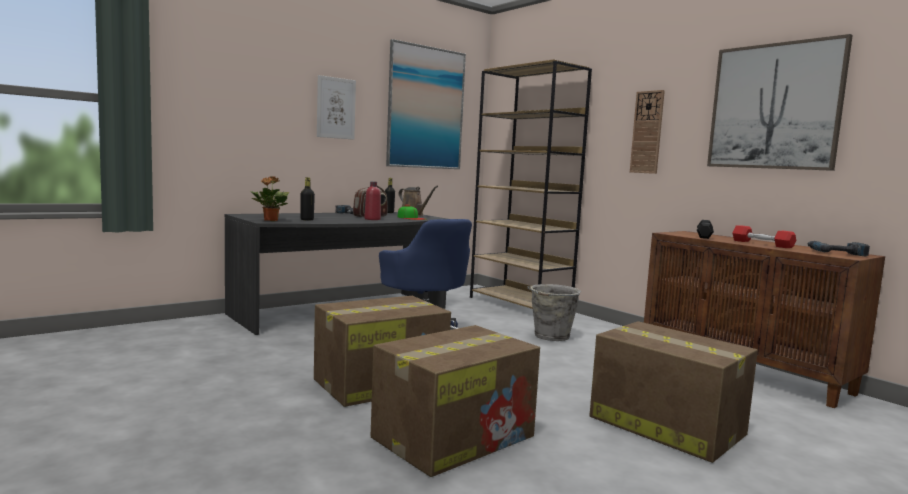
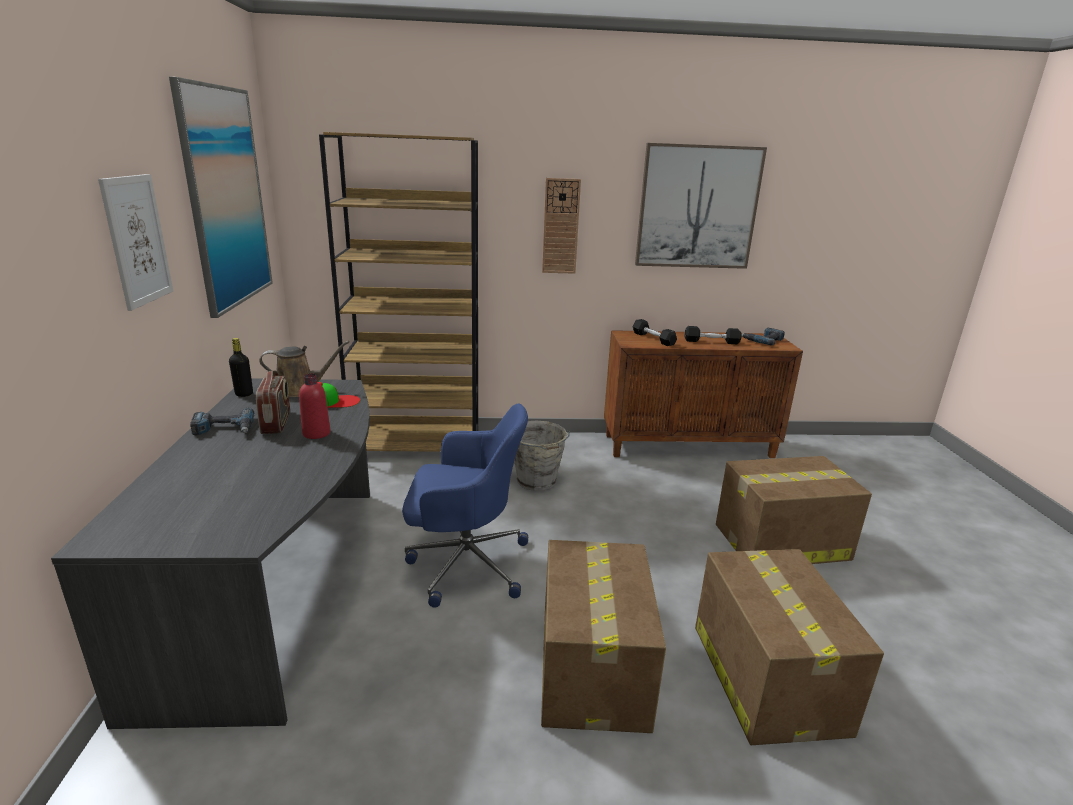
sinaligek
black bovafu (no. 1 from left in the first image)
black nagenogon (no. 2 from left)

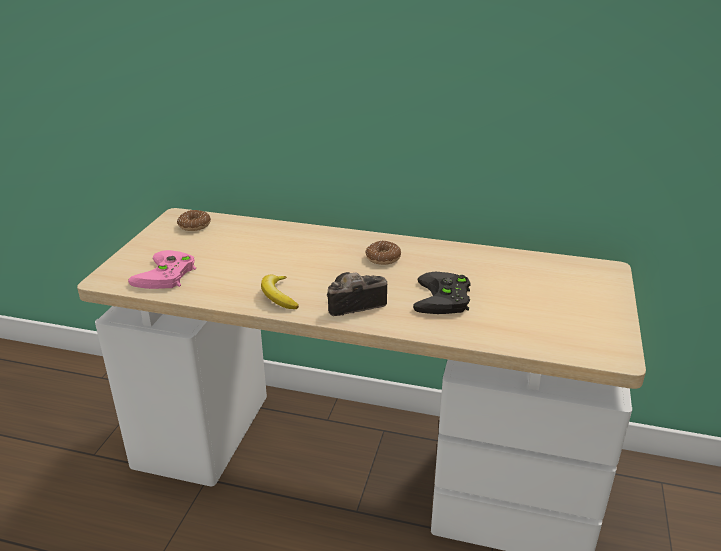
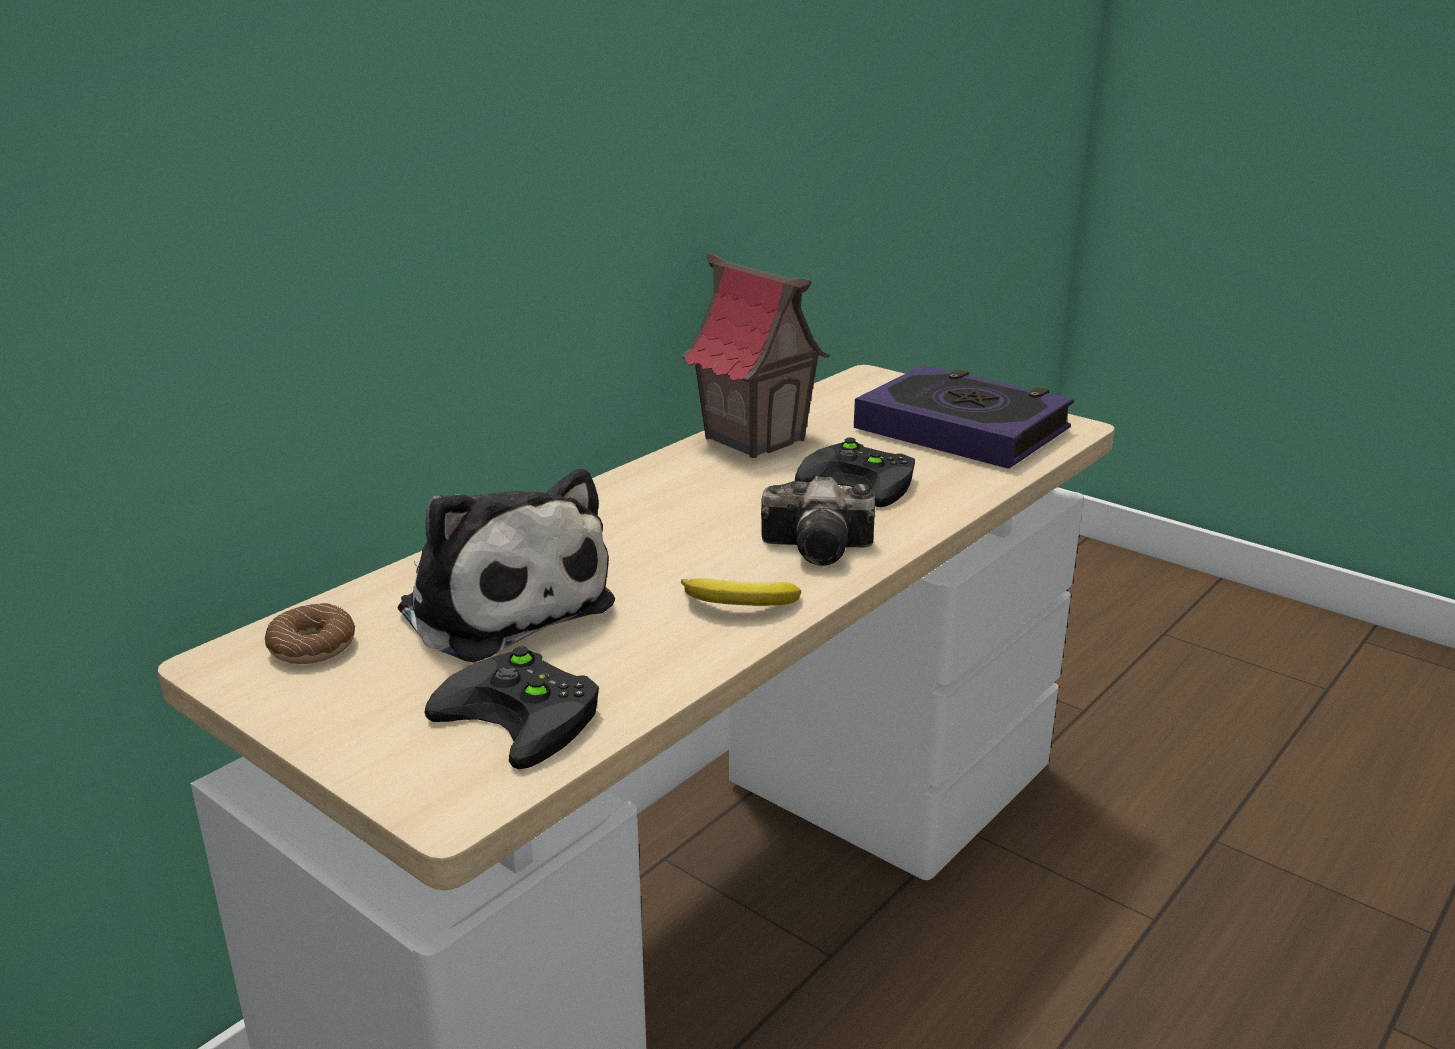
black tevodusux (no. 1 from left)
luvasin
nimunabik (no. 2 from left in the first image)
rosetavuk
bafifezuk
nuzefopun

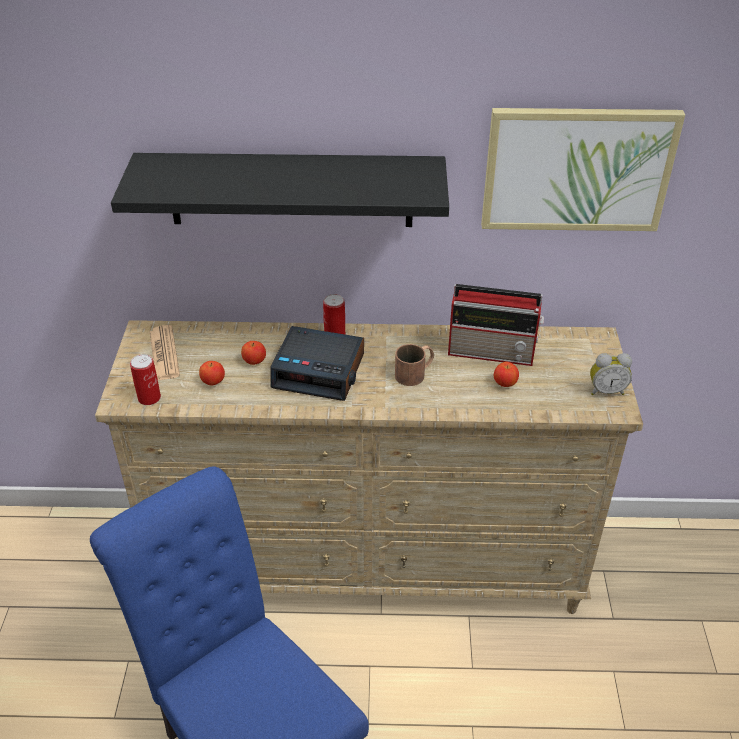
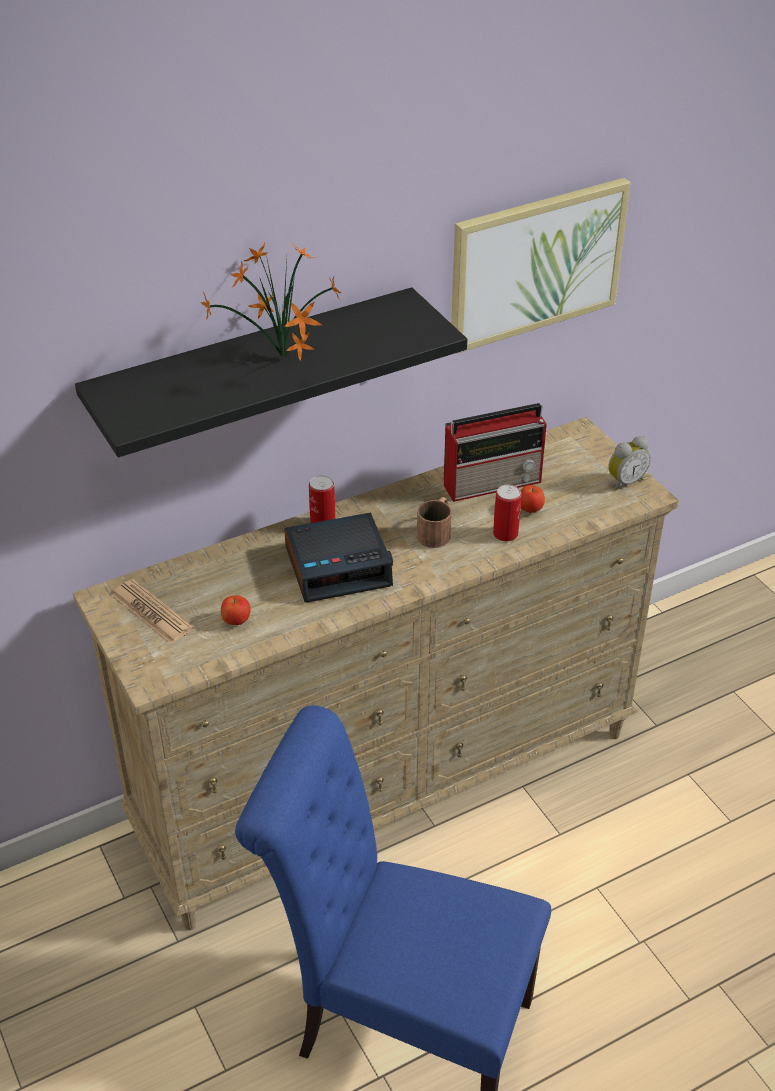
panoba (no. 2 from left)
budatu (no. 2 from left in the first image)
sinaligek

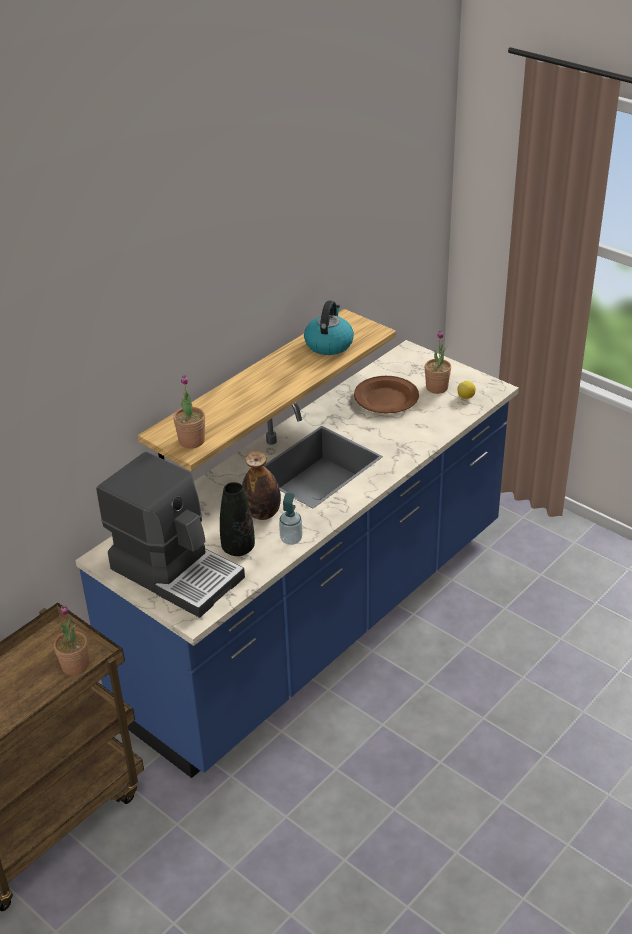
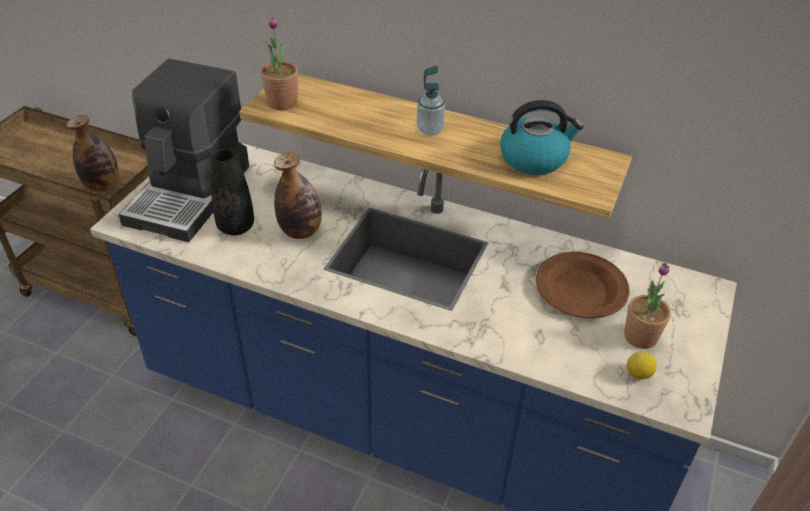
bovafu (no. 1 from left)
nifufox

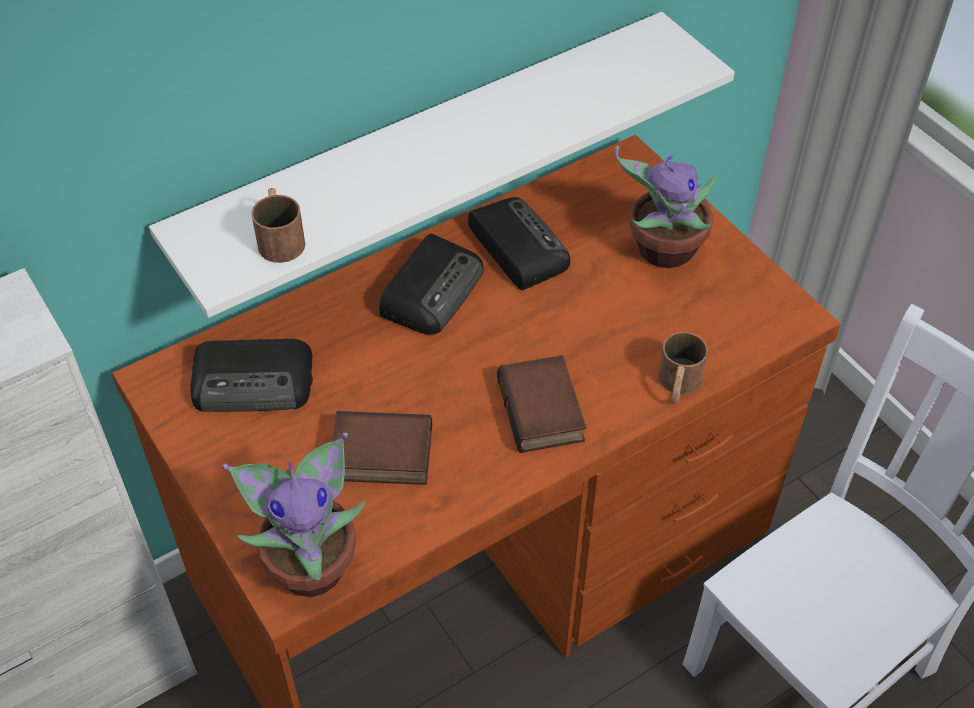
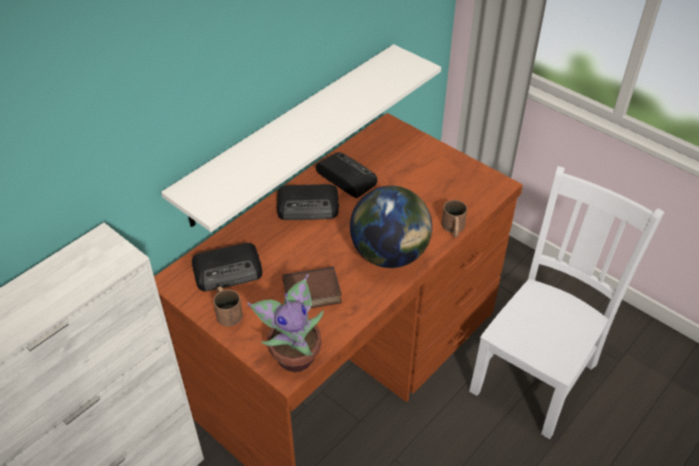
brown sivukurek (no. 1 from left)
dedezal (no. 2 from left)
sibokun
sinaligek (no. 2 from left in the first image)

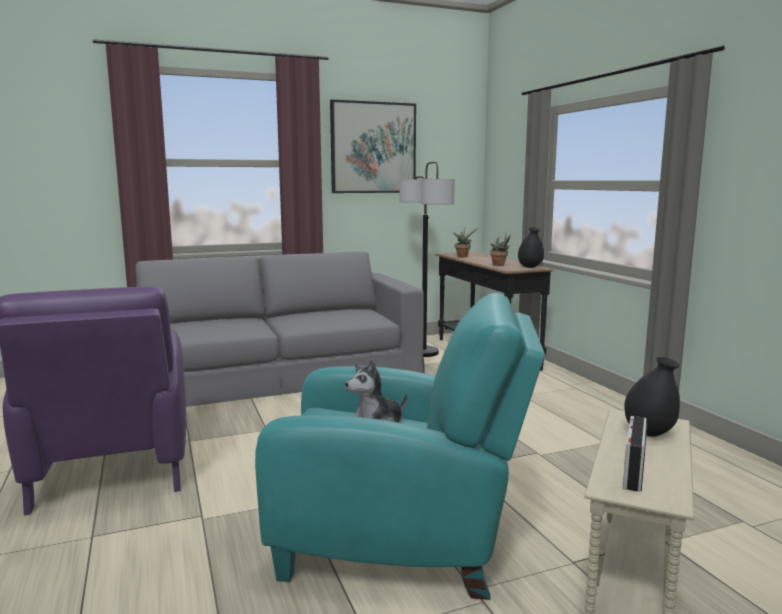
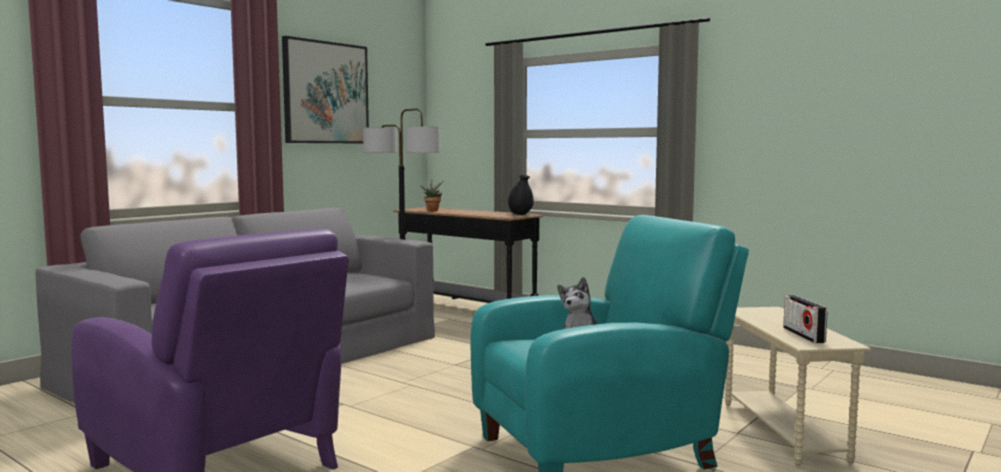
sinaligek (no. 2 from left in the first image)
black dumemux (no. 2 from left in the first image)

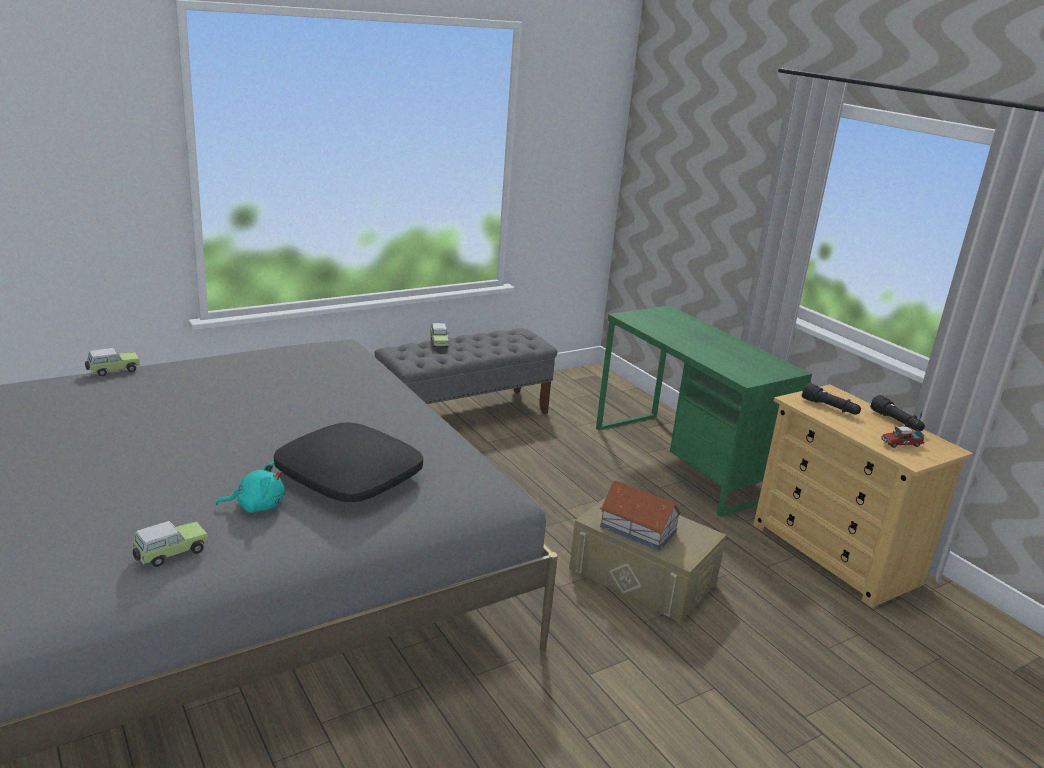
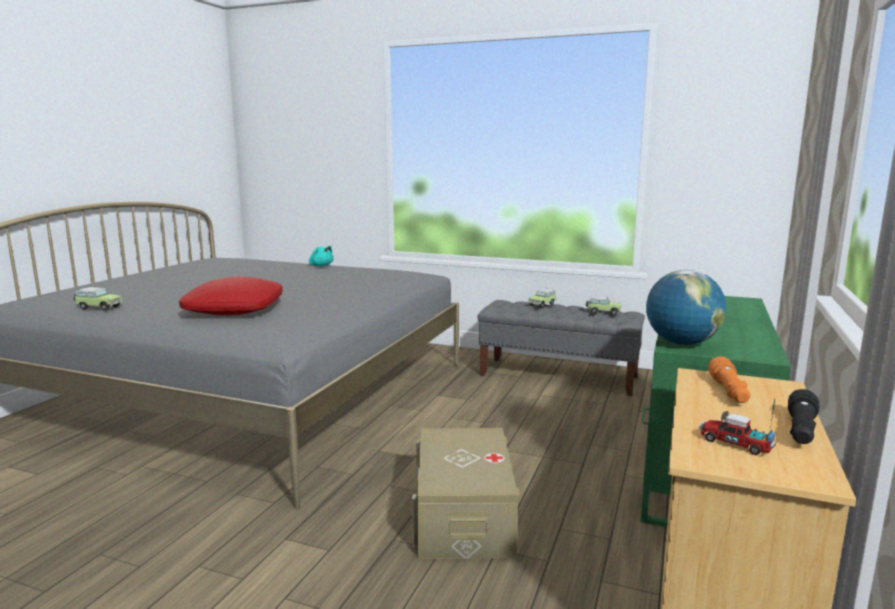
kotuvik (no. 3 from left)
turquoise rosetavuk
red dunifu
bafifezuk
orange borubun
sibokun

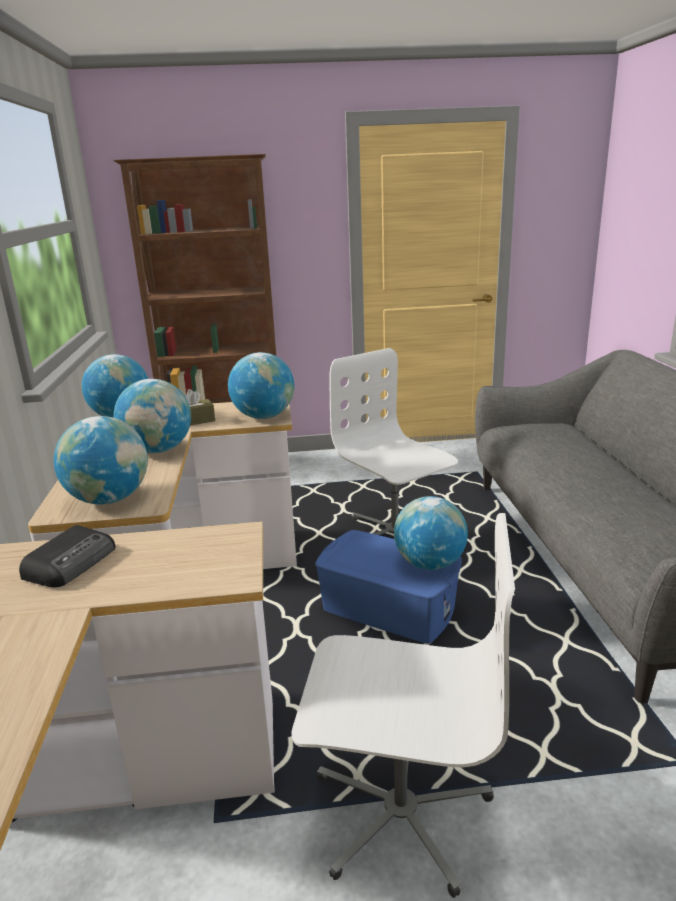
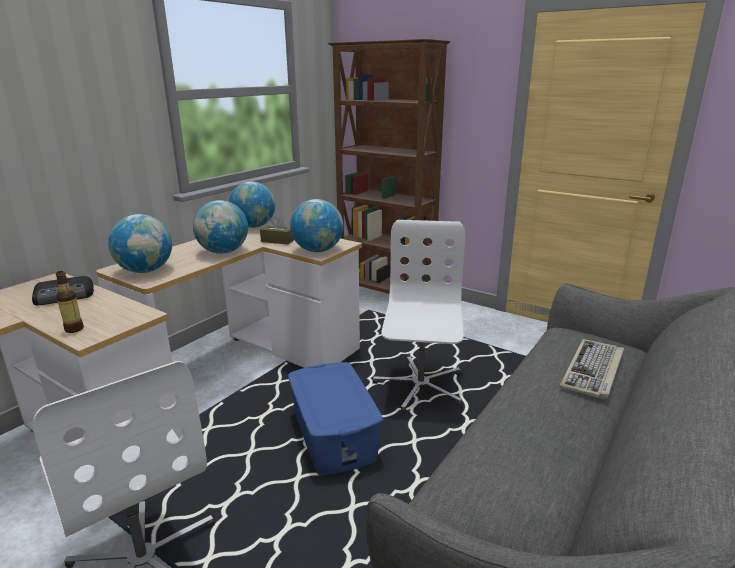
sibokun (no. 5 from left in the first image)
bovafu
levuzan

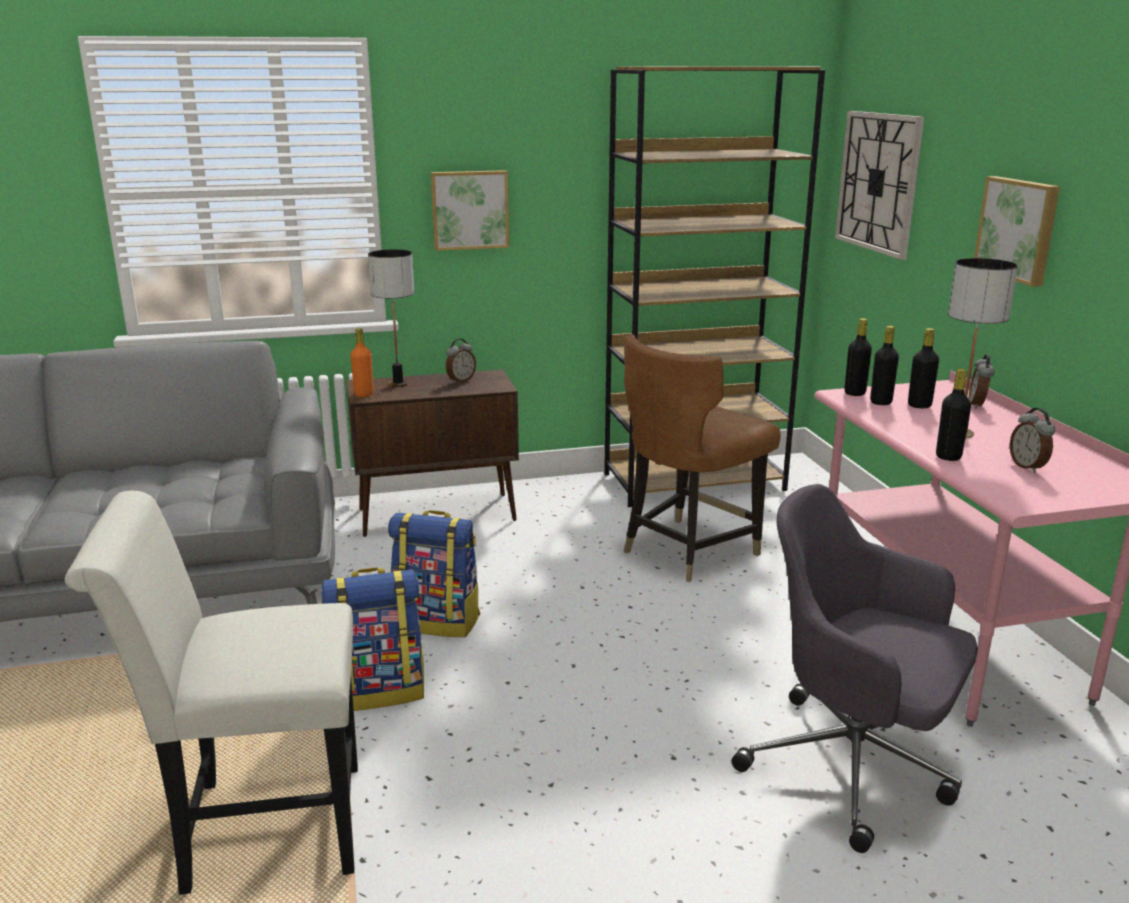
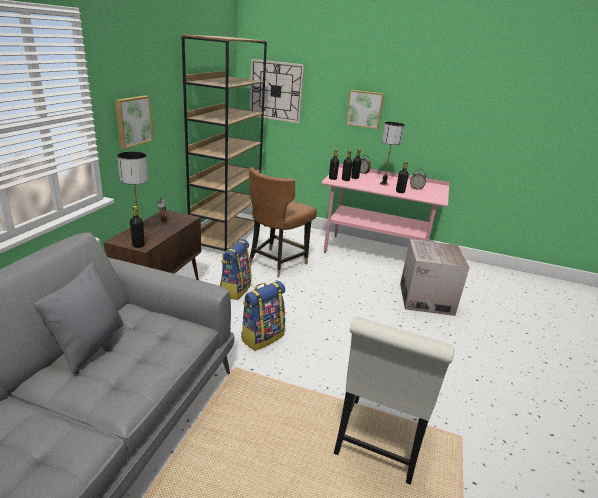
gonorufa (no. 1 from left)
black bovafu (no. 1 from left)
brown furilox
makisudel
grey dunifu

